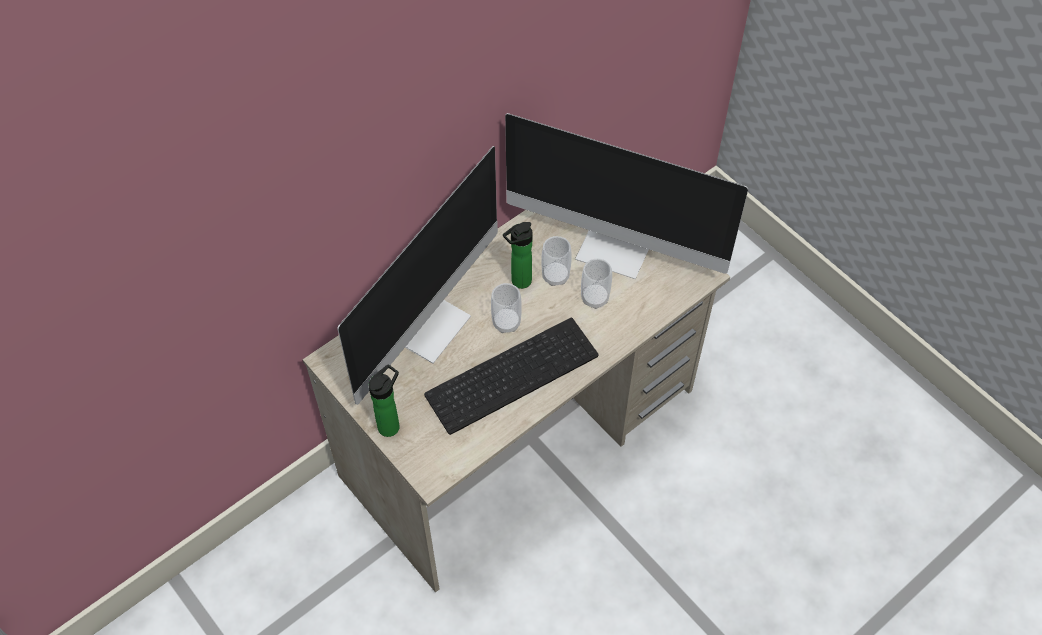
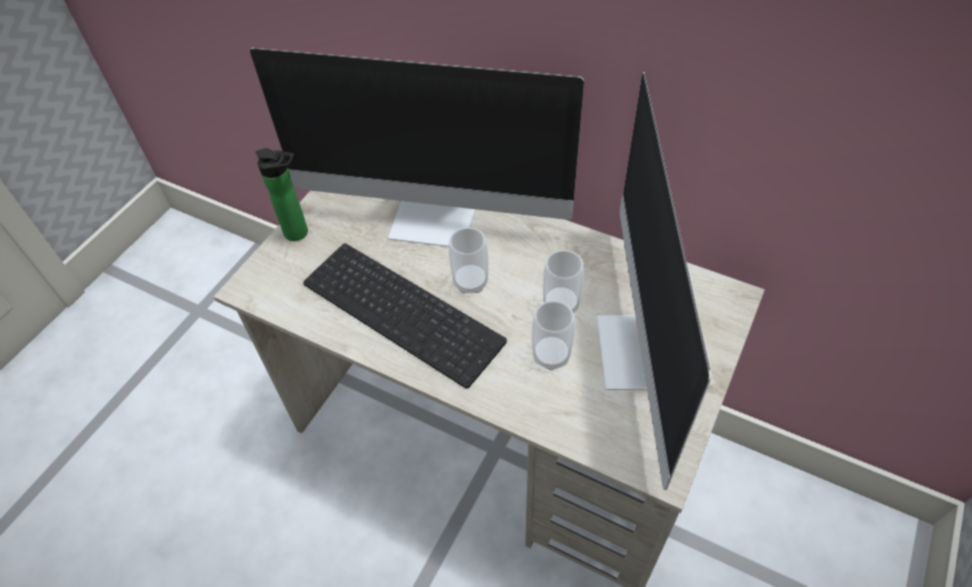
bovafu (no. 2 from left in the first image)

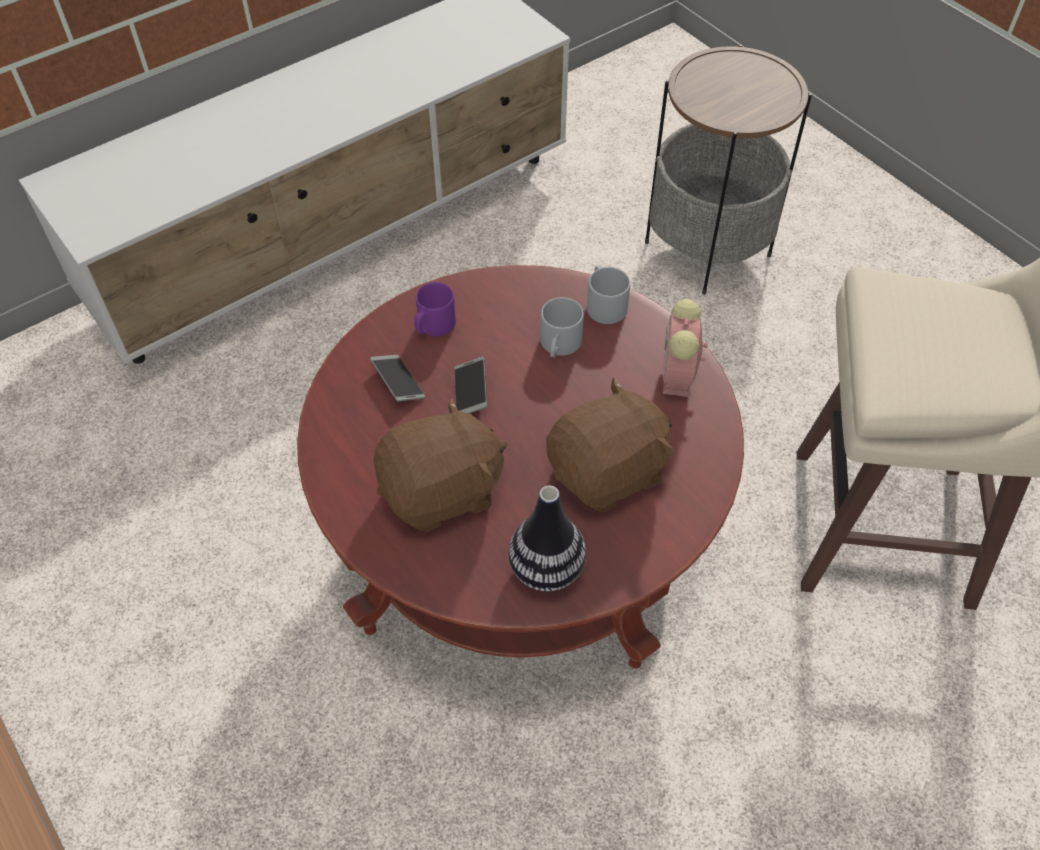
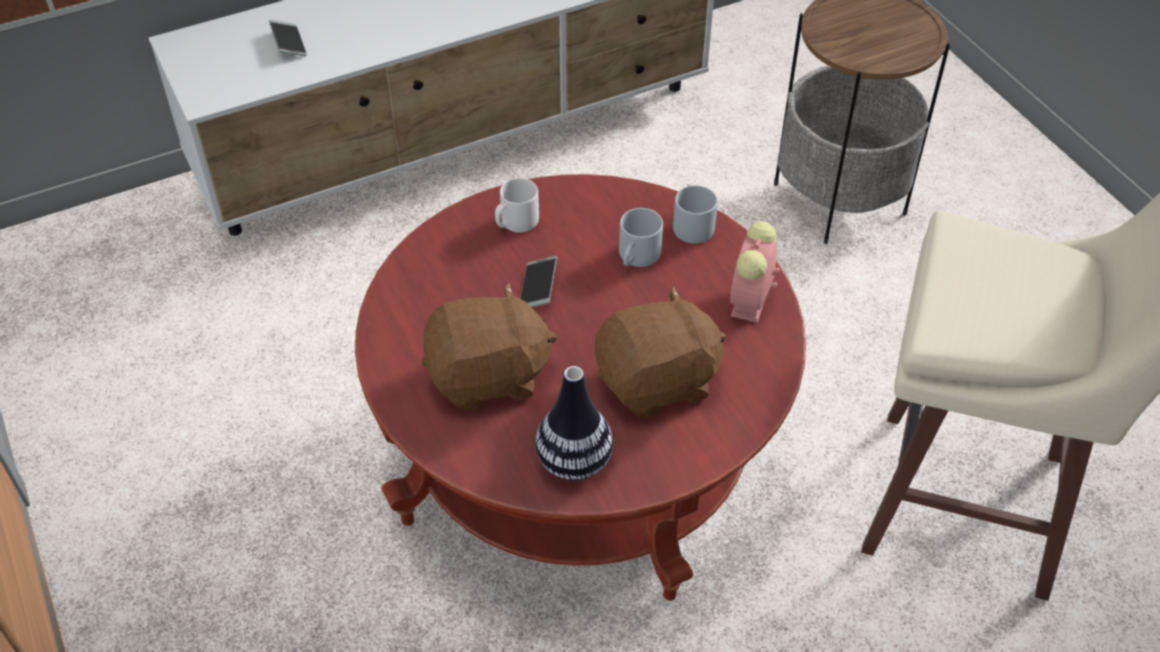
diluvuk (no. 1 from left)
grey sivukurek (no. 1 from left)

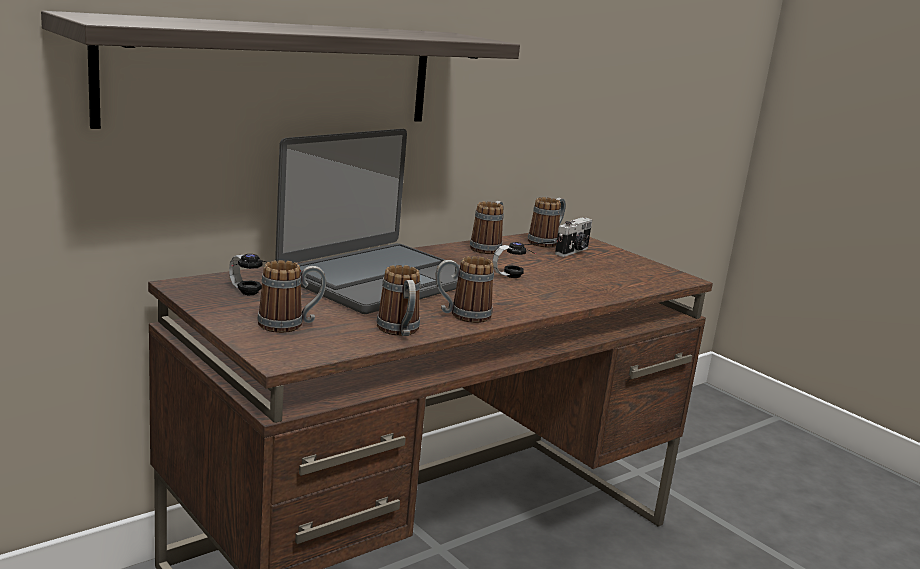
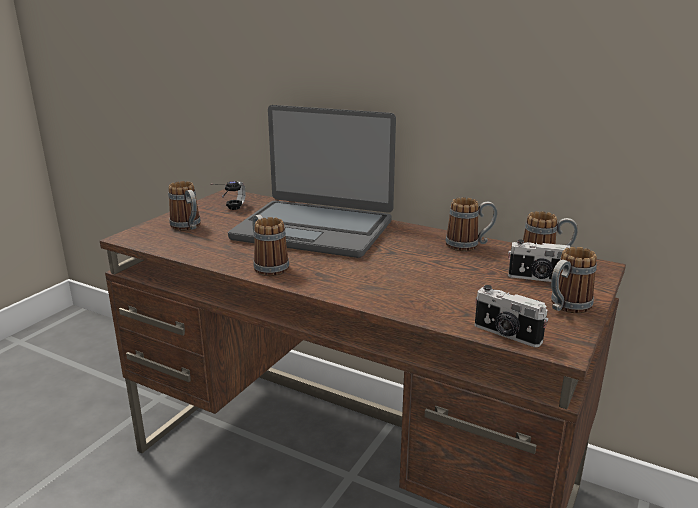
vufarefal
sivukurek (no. 5 from left)
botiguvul (no. 2 from left in the first image)
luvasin (no. 1 from left)

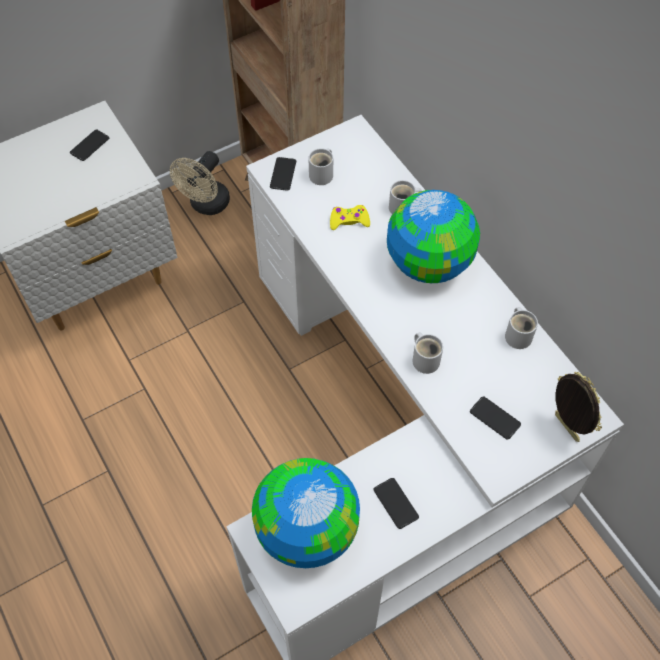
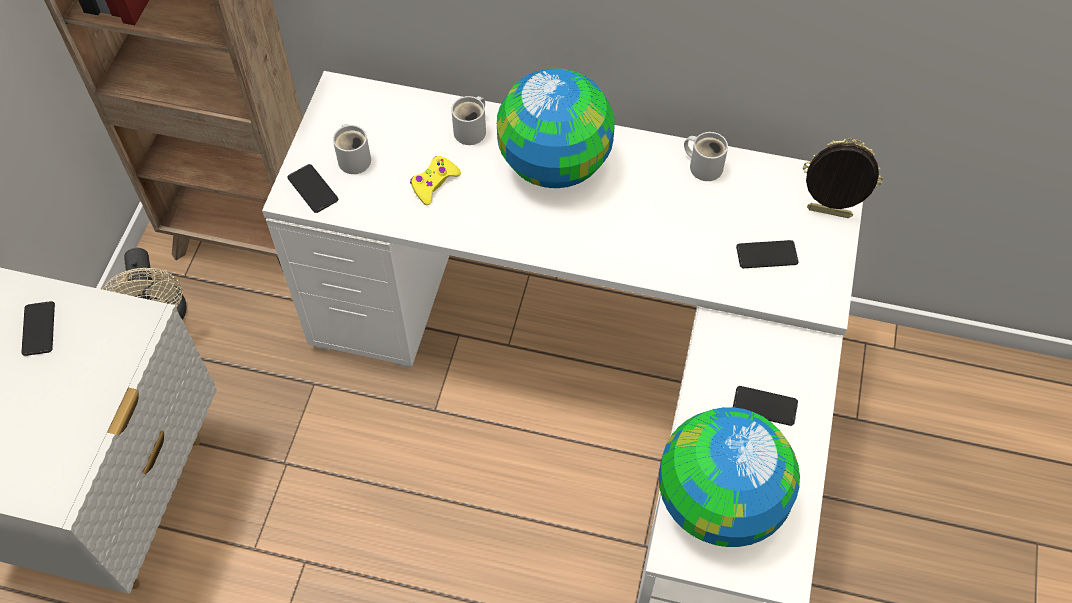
white sivukurek (no. 3 from left in the first image)

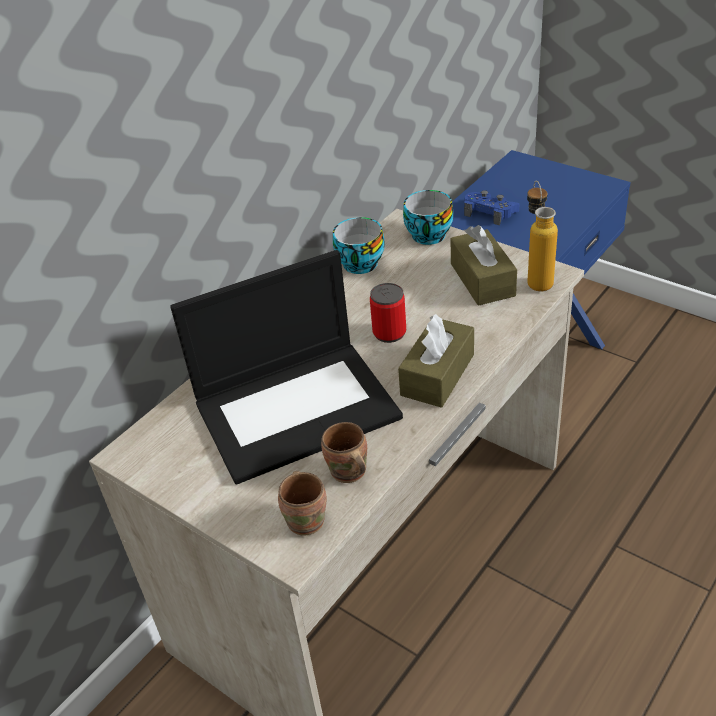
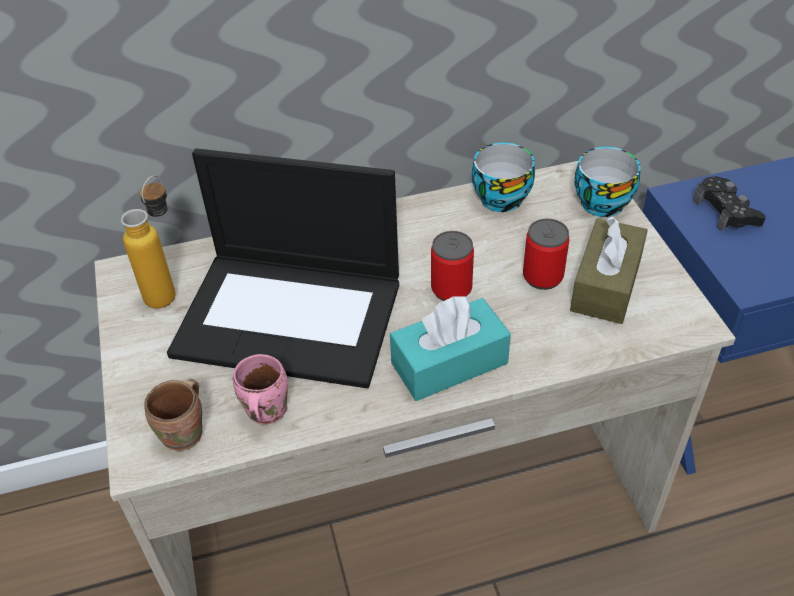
pink sivukurek
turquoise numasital
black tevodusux
bovafu
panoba (no. 2 from left)

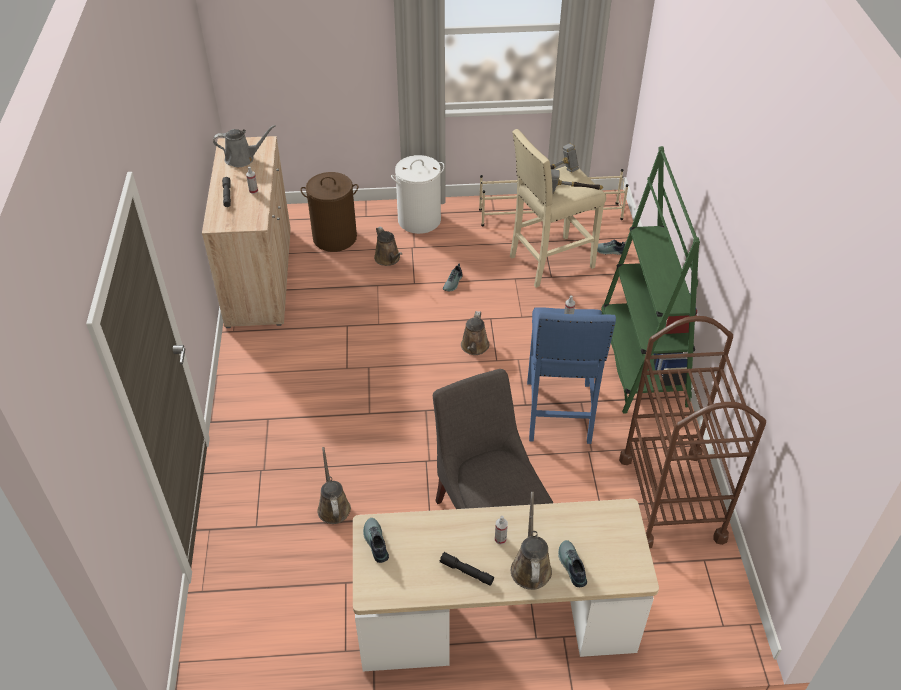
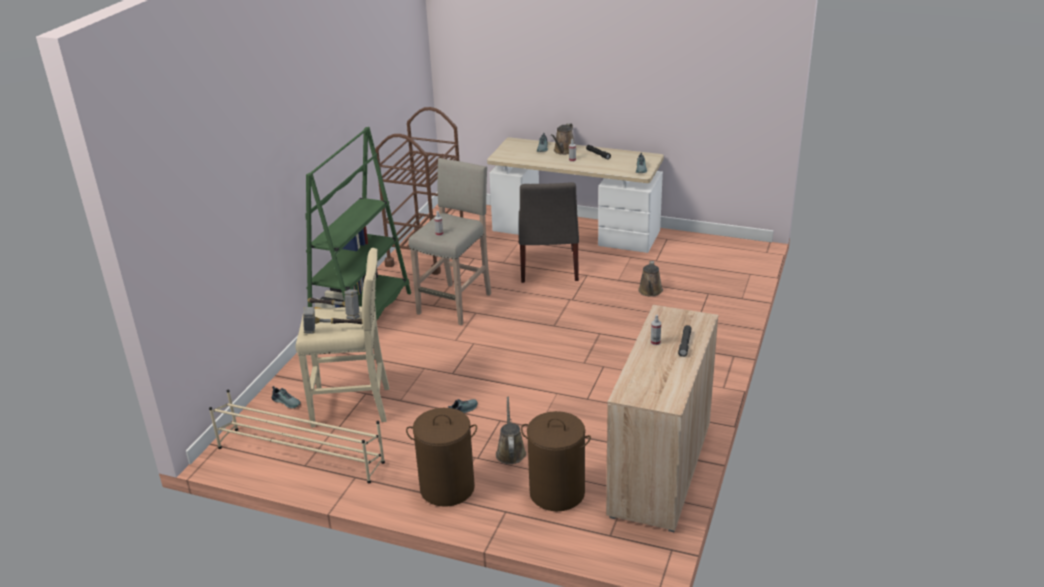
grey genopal
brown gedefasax (no. 1 from left)
brown genopal (no. 3 from left in the first image)
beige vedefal (no. 2 from left)

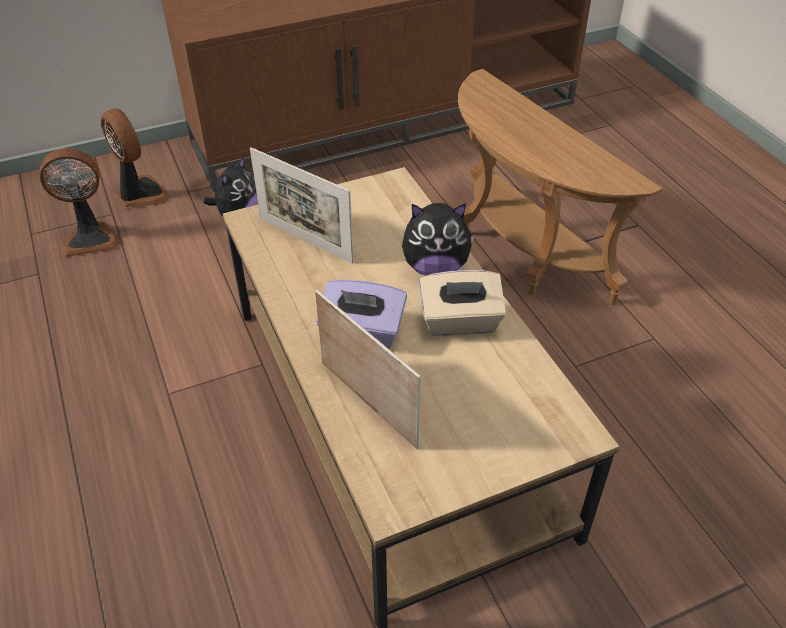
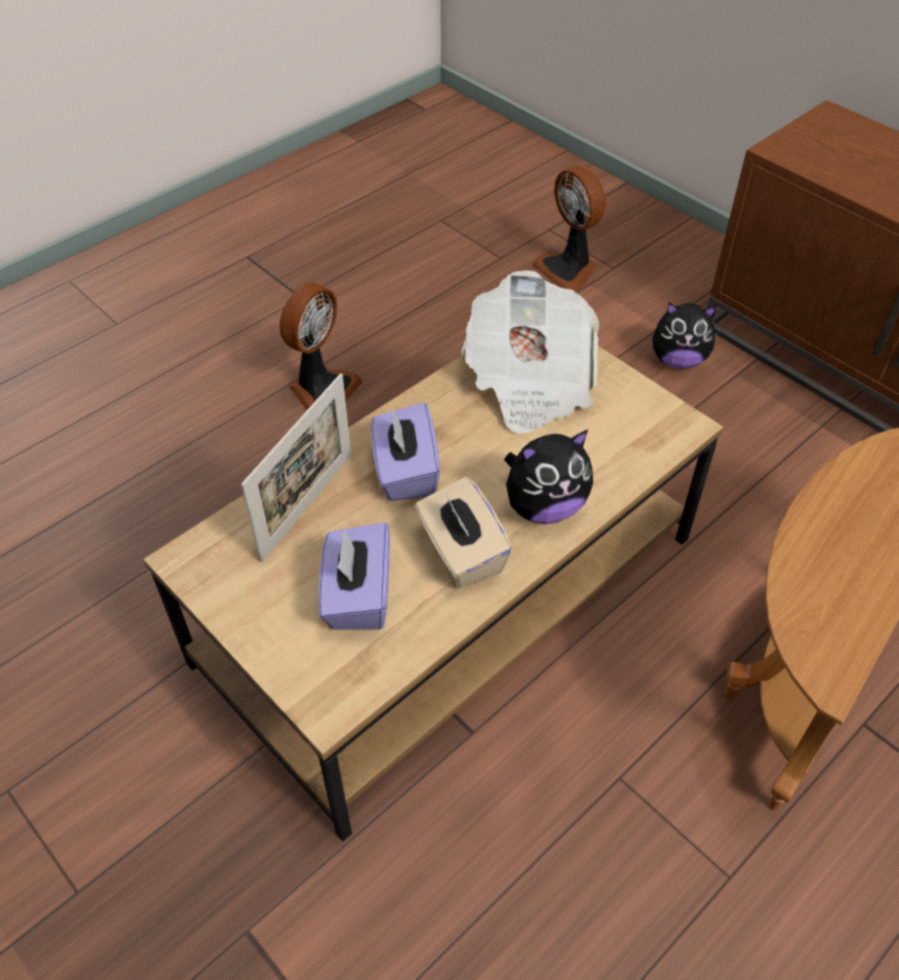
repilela (no. 1 from left)
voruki
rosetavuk (no. 1 from left)
purple numasital (no. 1 from left)

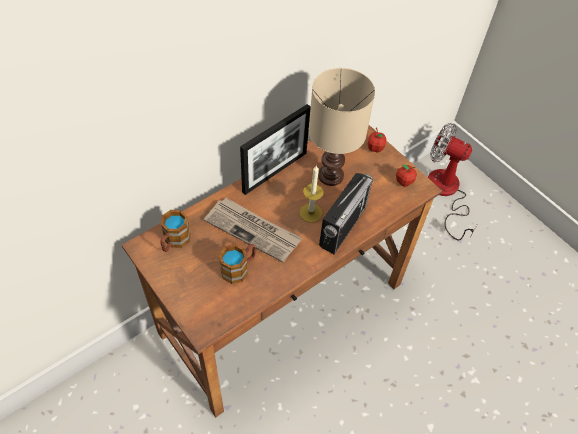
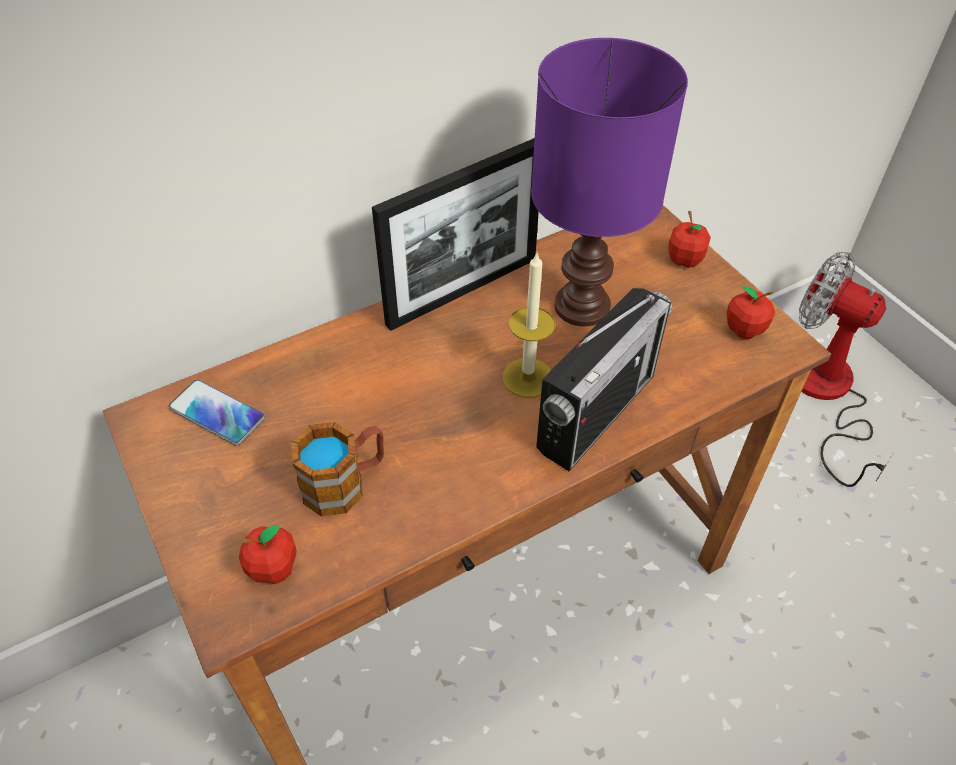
diluvuk
voruki
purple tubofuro
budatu (no. 1 from left)

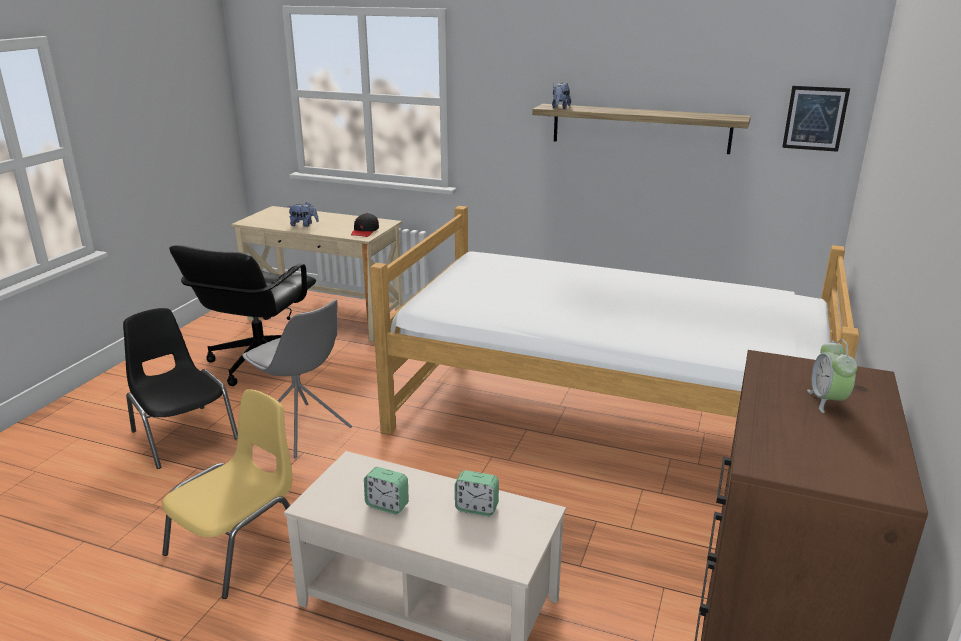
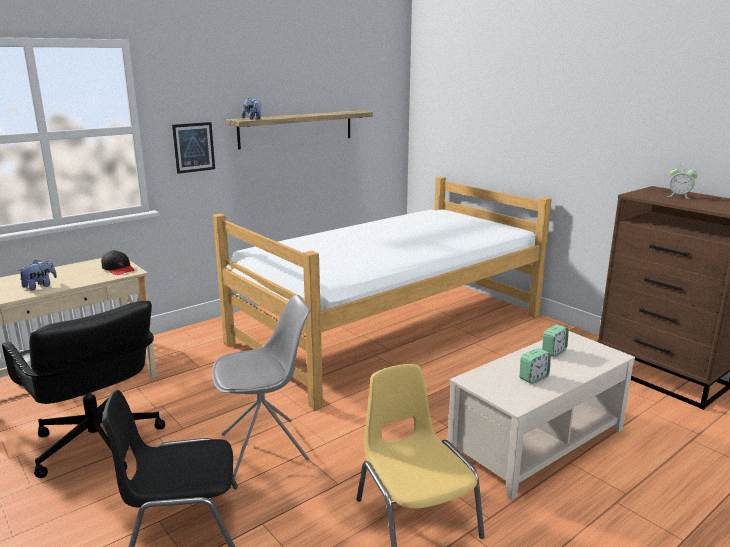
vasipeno

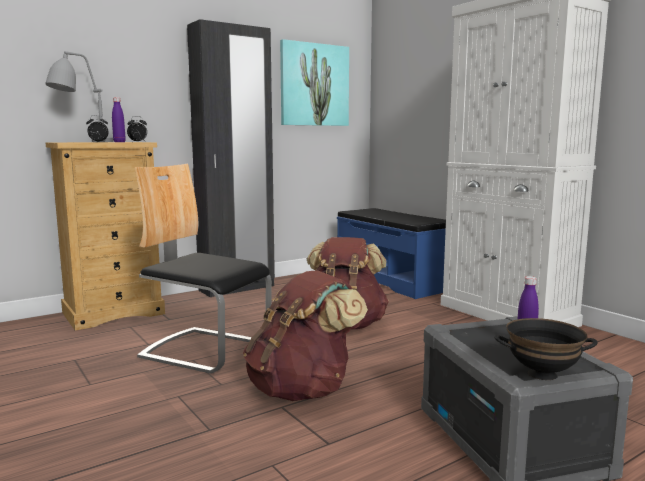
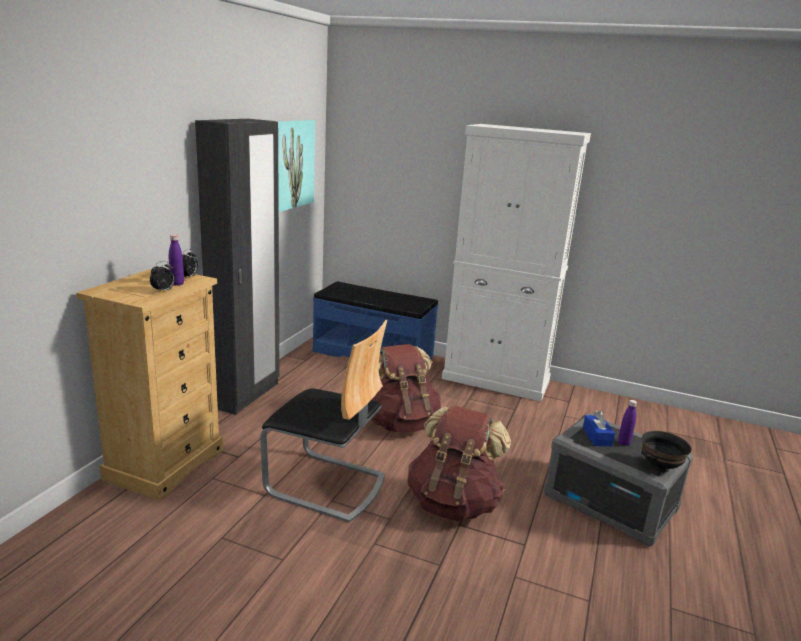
grey tubofuro
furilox
blue numasital

